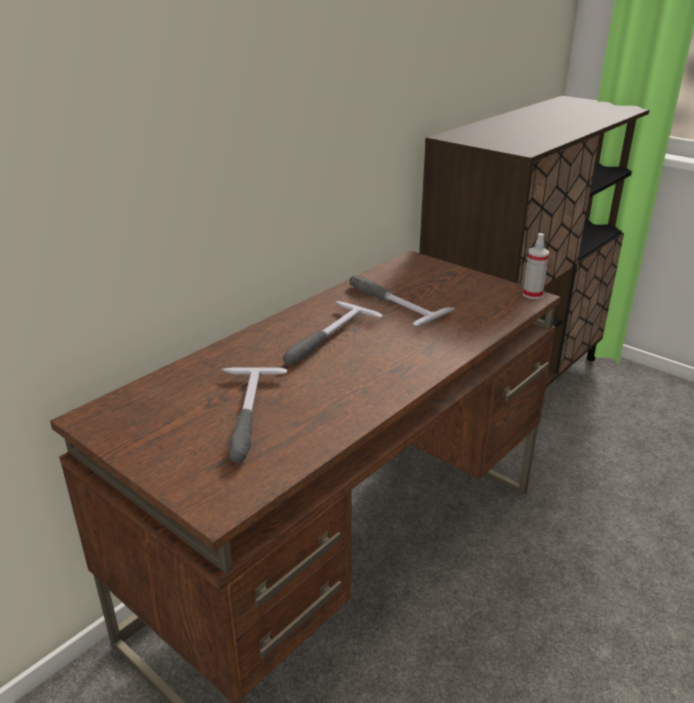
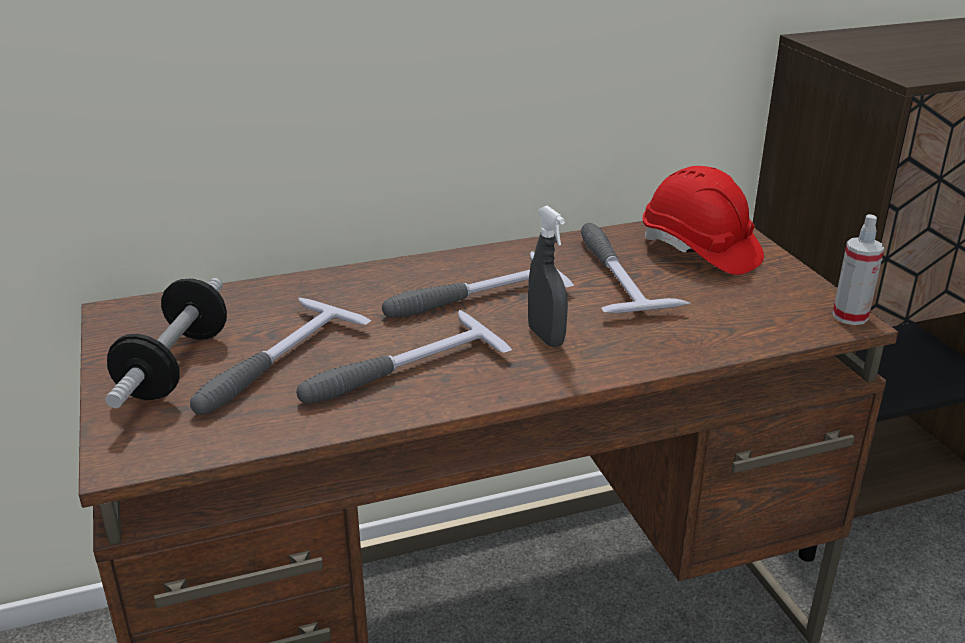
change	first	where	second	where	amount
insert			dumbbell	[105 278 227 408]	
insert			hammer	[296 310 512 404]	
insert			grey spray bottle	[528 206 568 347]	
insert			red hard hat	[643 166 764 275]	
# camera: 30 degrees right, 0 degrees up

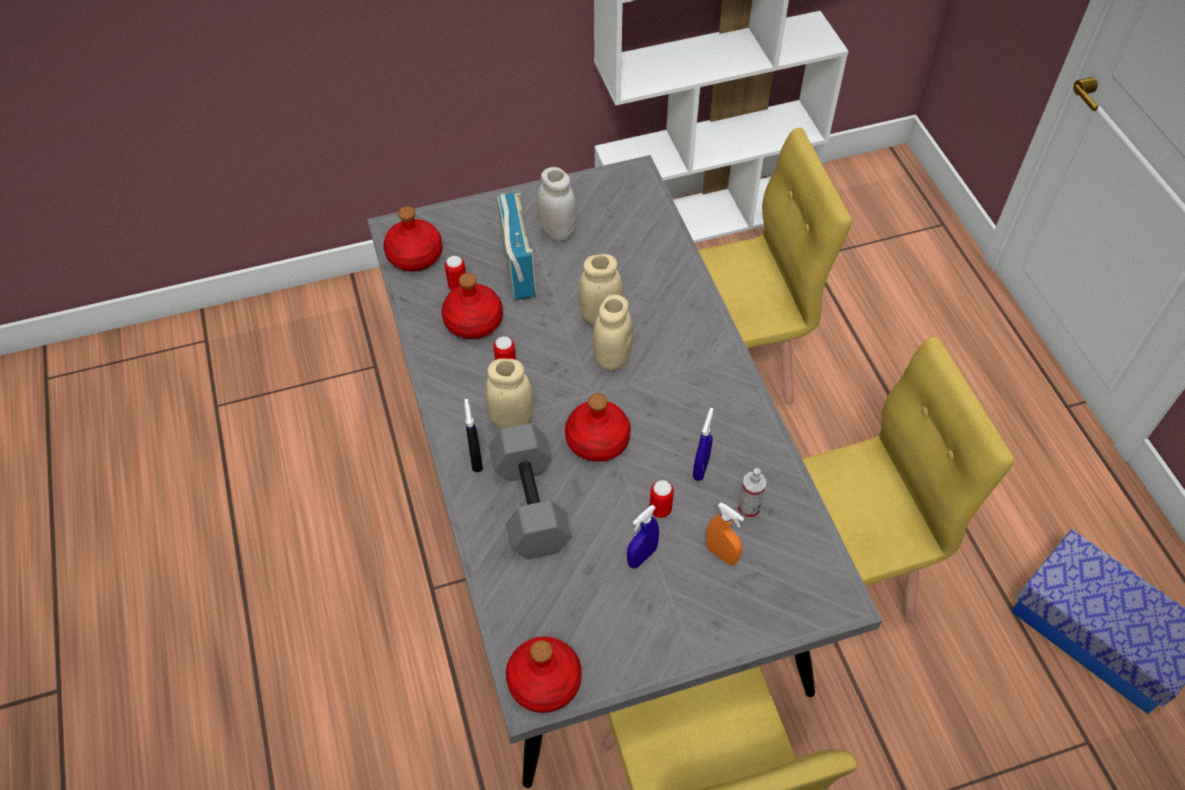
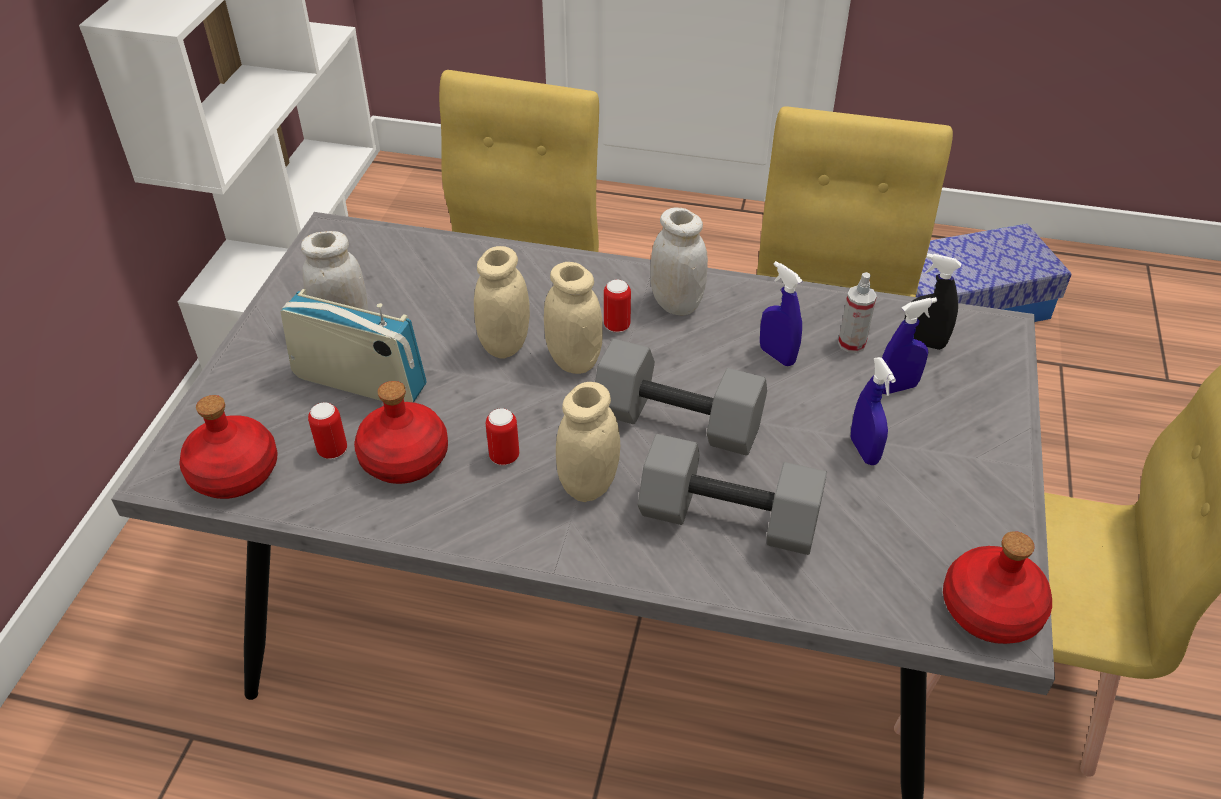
change	first	where	second	where	amount
insert			white jar	[650 207 708 316]	
move	black spray bottle	[464 399 483 472]		[904 253 962 350]	
move	can	[649 480 674 518]		[604 280 631 333]	
replace	red bottle	[565 393 631 462]	grey dumbbell	[595 339 767 456]	
recolor	orange spray bottle	[706 503 744 565]	blue spray bottle	[882 297 937 394]	
# camera: 60 degrees left, 10 degrees down

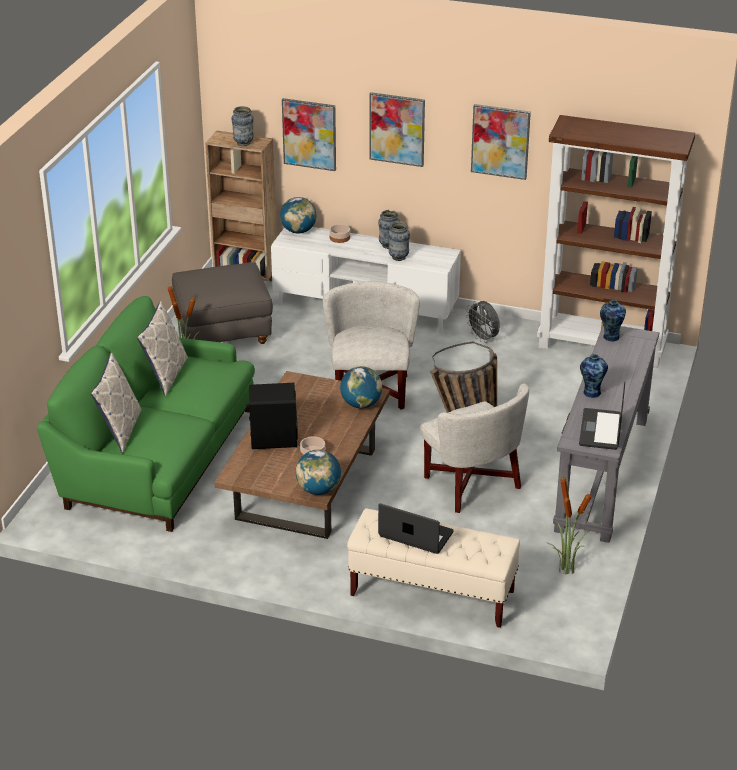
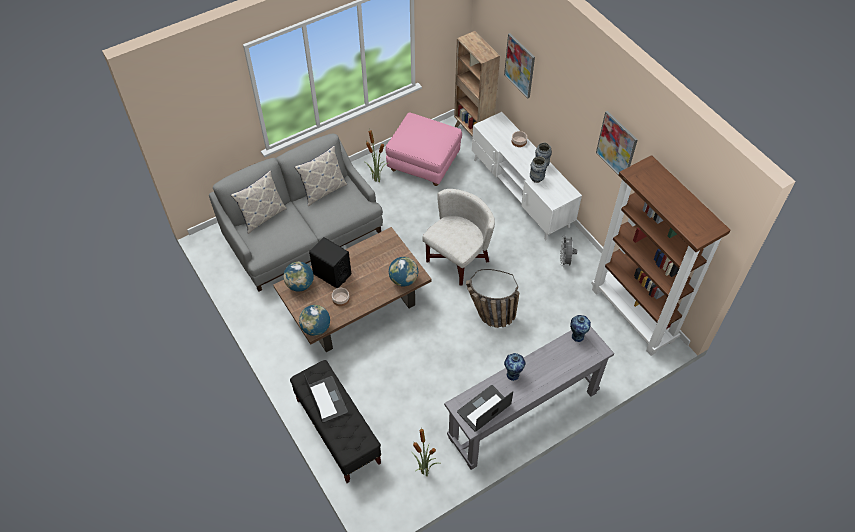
change	first	where	second	where	amount
delete	vase	[231 106 254 146]			
delete	picture	[370 92 425 167]			
delete	white armchair	[420 383 529 513]			
move	globe	[280 197 316 234]		[283 262 314 292]	
recolor	green sofa	[37 296 255 532]	grey sofa	[209 134 383 291]	
recolor	grey ottoman	[172 262 273 344]	pink ottoman	[385 112 462 186]	
recolor	beige bench	[347 508 520 628]	black bench	[290 360 381 483]	
# camera: 40 degrees right, 20 degrees up

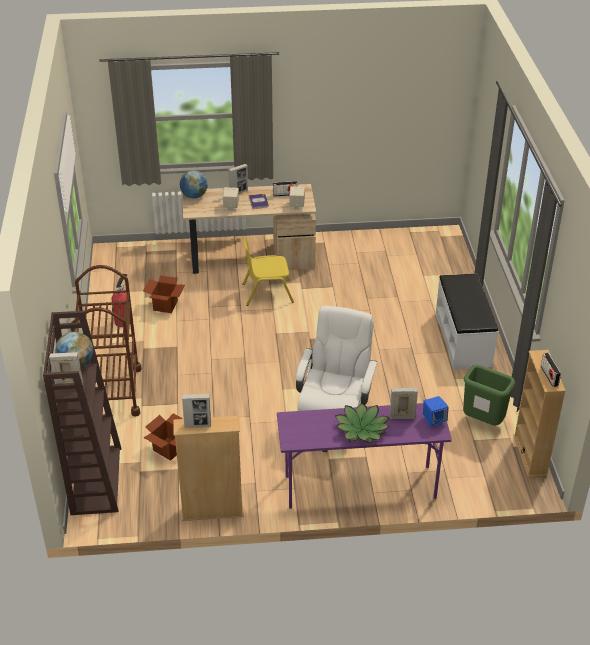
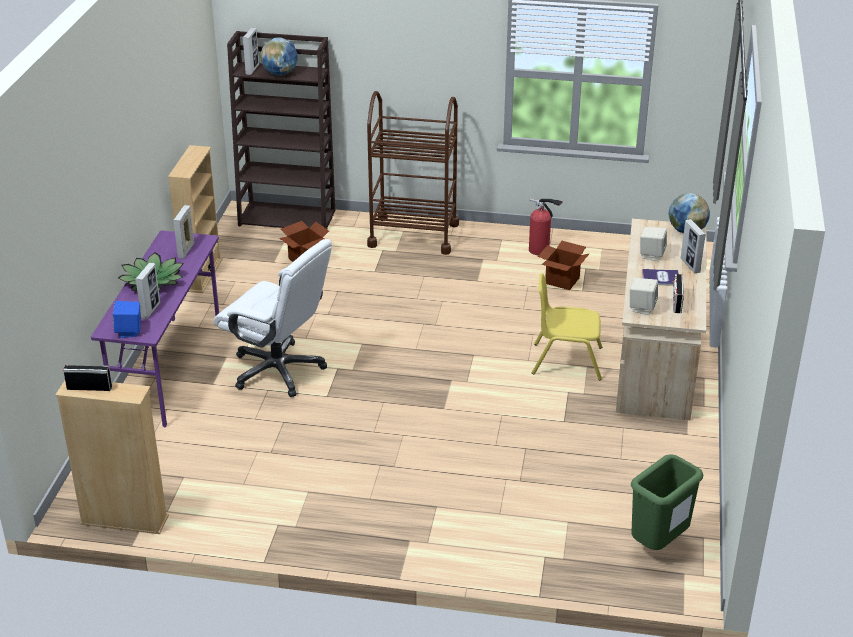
change	first	where	second	where	amount
delete	white bench	[436 273 498 370]			
move	picture frame	[182 394 211 428]		[174 205 194 259]	
move	green trash can	[463 365 515 425]		[631 454 703 550]	
rotate	yellow chair	[243 236 294 306]		[532 273 602 380]	90 degrees counterclockwise
# camera: 105 degrees right, 5 degrees down

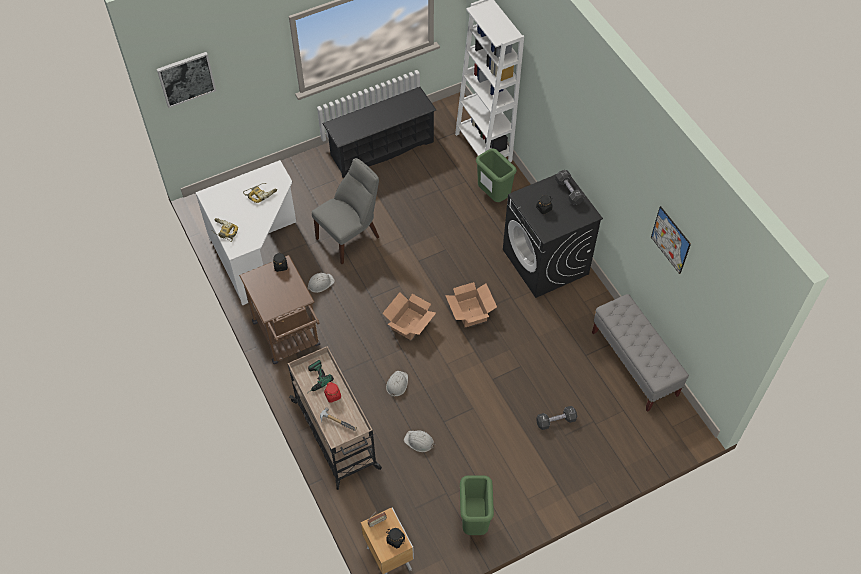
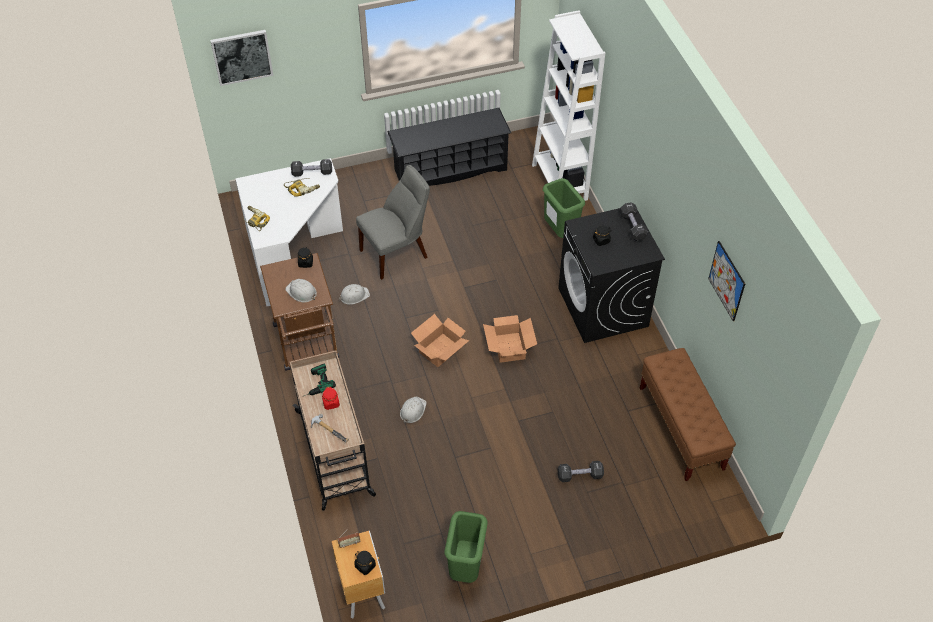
change	first	where	second	where	amount
insert			black dumbbell	[291 159 332 177]	
move	white hard hat	[404 430 435 452]		[285 279 317 302]	
recolor	grey bench	[592 294 689 412]	brown bench	[640 348 736 481]	
# camera: 10 degrees right, 5 degrees down

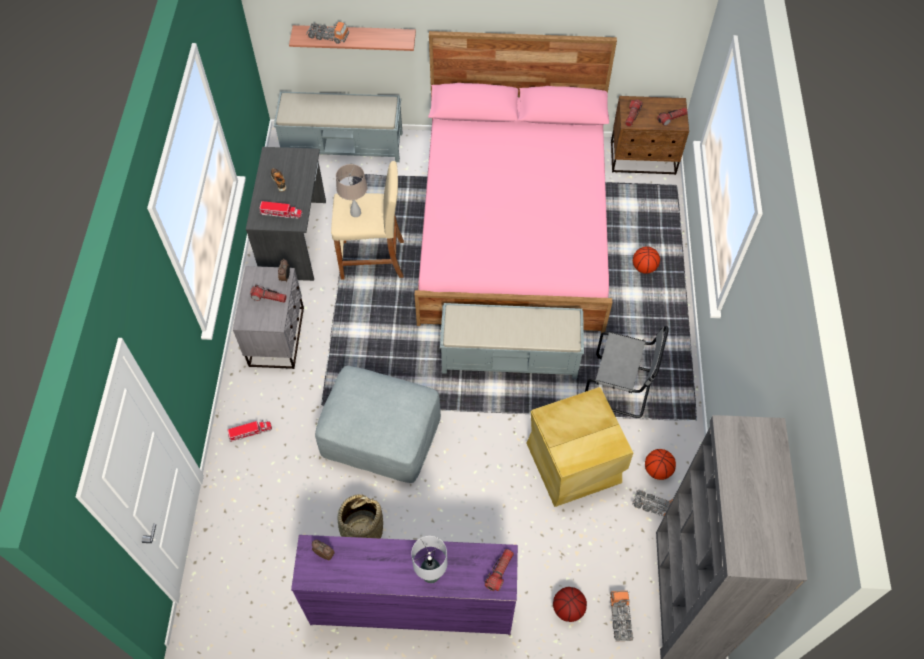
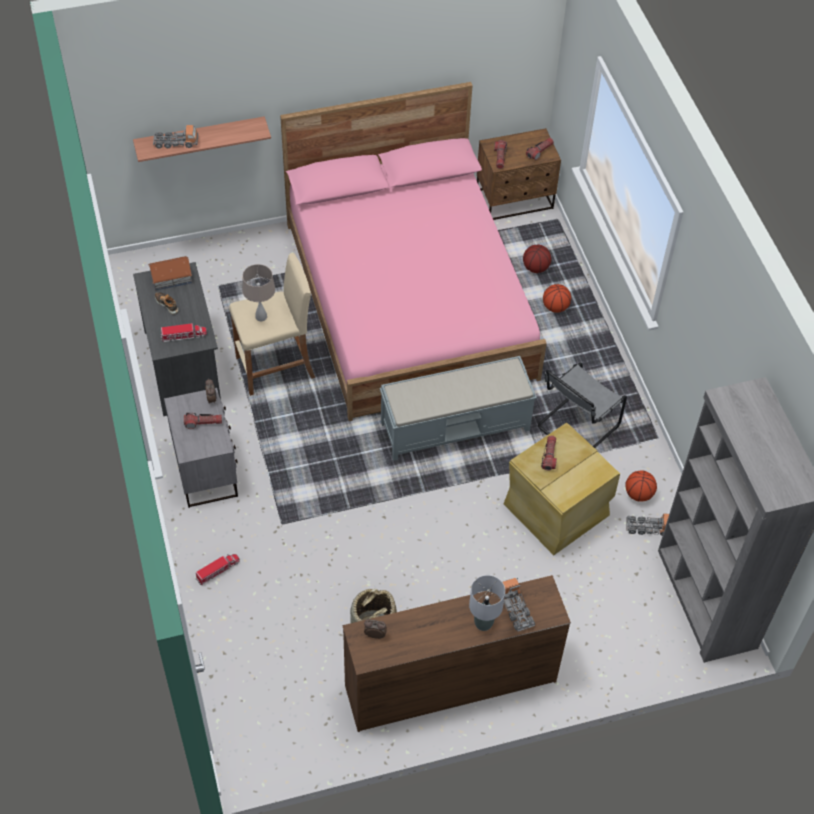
change	first	where	second	where	amount
delete	grey bench	[274 91 403 162]			
delete	grey ottoman	[315 365 441 483]			
insert			toy house	[148 256 192 291]	
move	flashlight	[485 549 514 591]		[541 436 557 471]	
move	basketball	[553 587 587 622]		[523 244 551 273]	
move	toy truck	[610 591 633 641]		[502 578 535 632]	
recolor	purple dresser	[291 535 518 635]	brown dresser	[343 575 571 732]	
rotate	grey chair	[585 326 669 418]		[538 363 627 448]	135 degrees clockwise
# camera: 20 degrees left, 5 degrees down

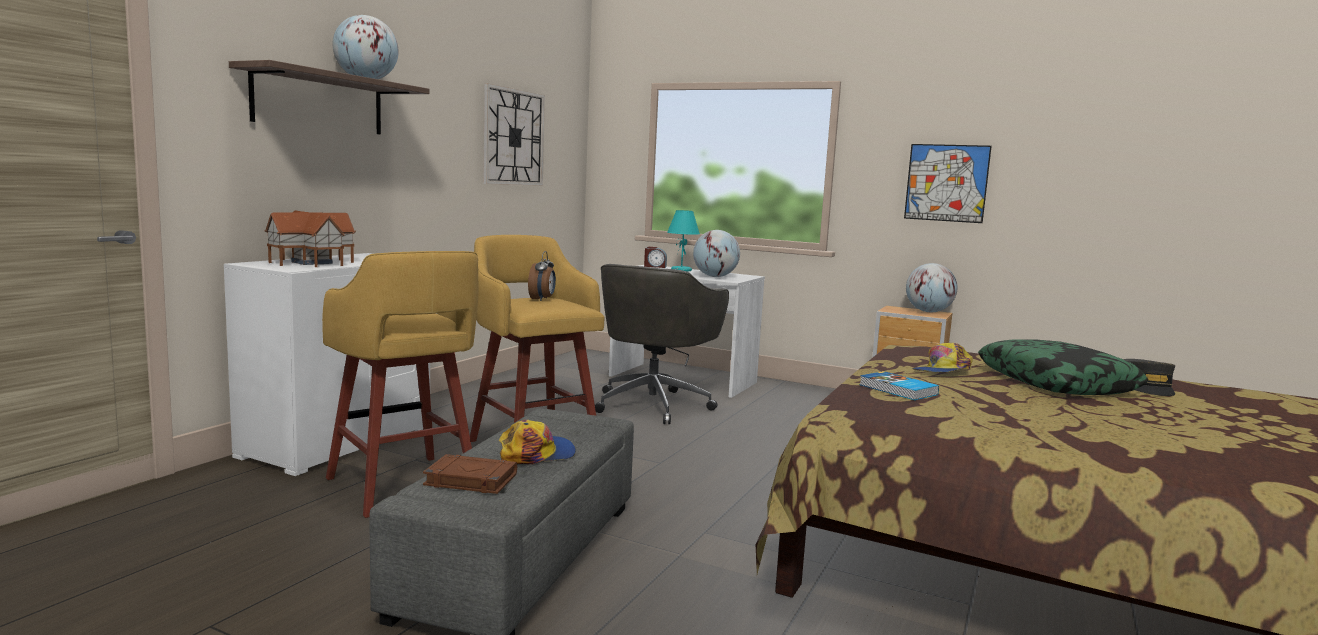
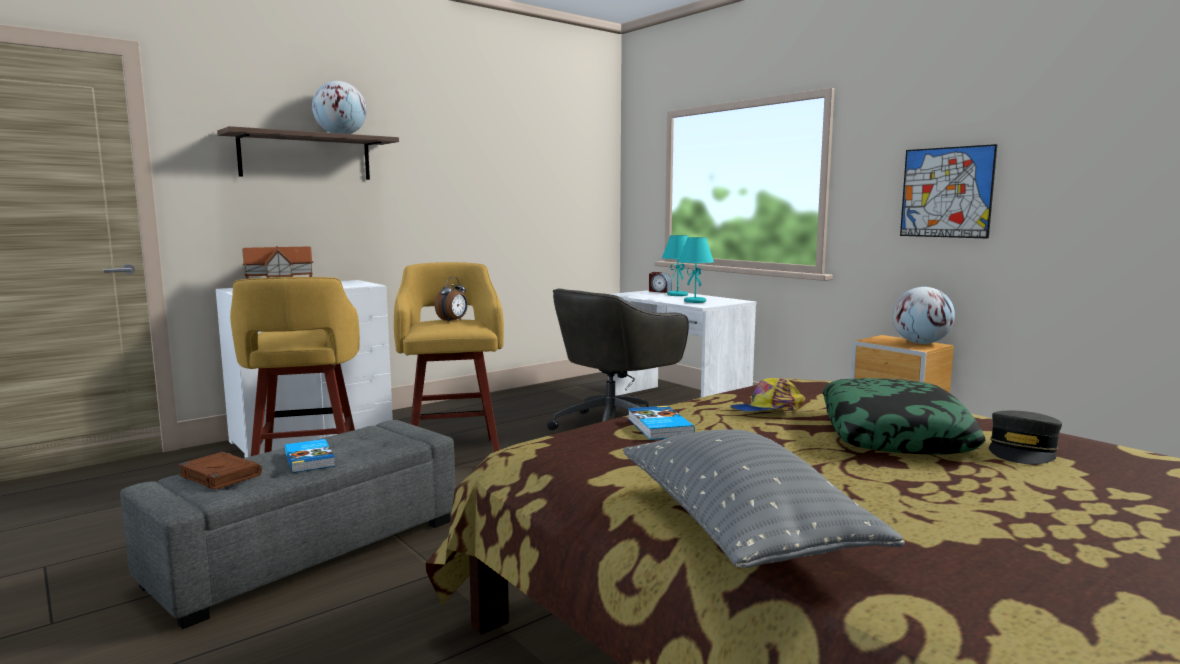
change	first	where	second	where	amount
delete	wall clock	[483 83 545 186]			
insert			grey pillow	[623 429 905 568]	
replace	cap	[498 419 576 464]	book	[285 439 335 473]	
replace	globe	[693 230 740 277]	turquoise table lamp	[678 237 714 303]	
# camera: 25 degrees right, 0 degrees up

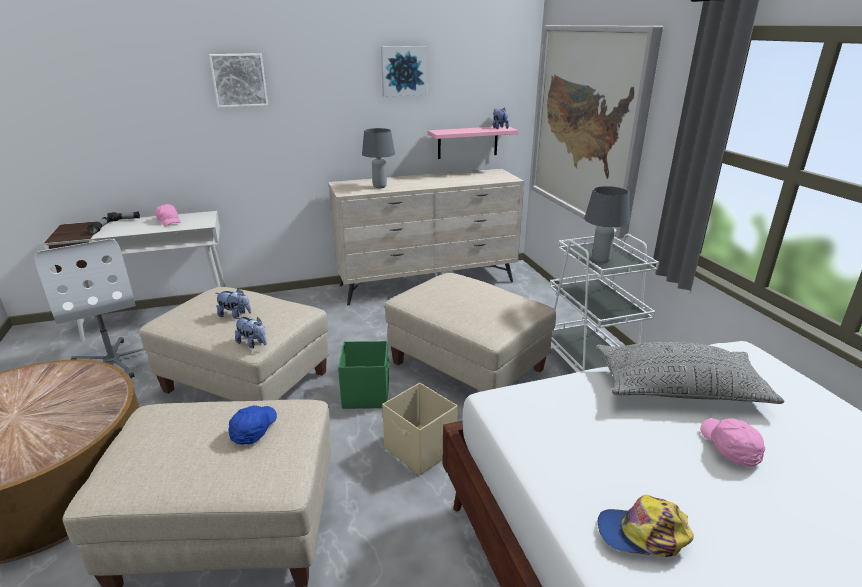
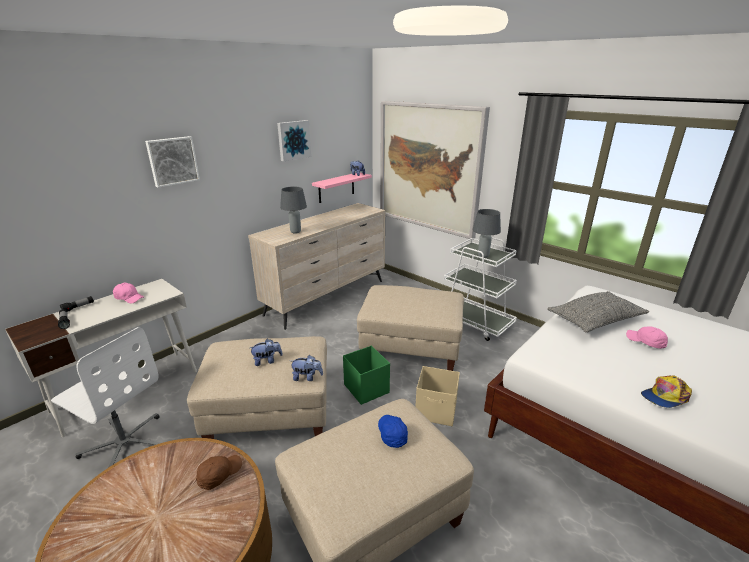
change	first	where	second	where	amount
insert			brown cap	[196 455 242 490]	
# camera: 30 degrees left, 0 degrees up

